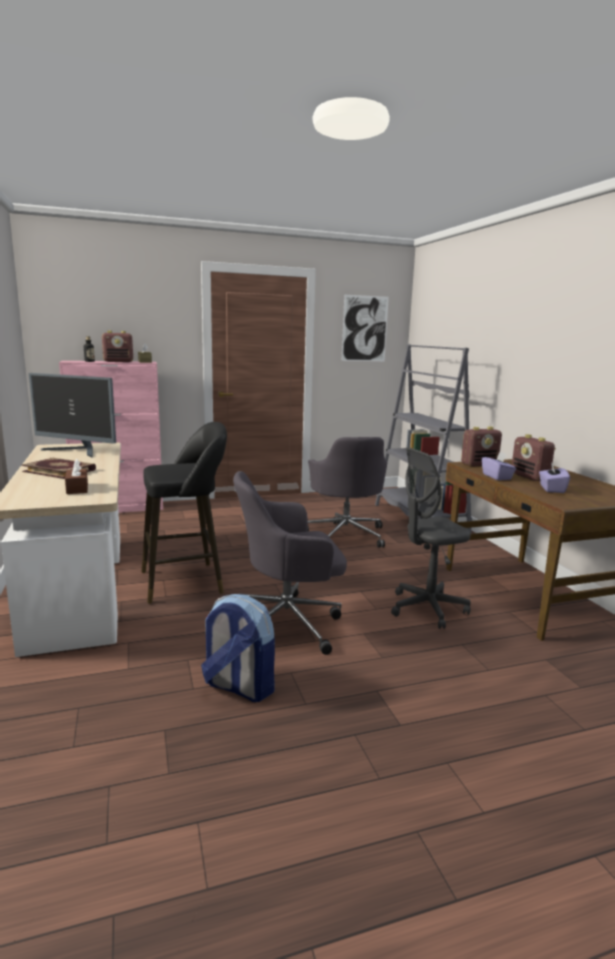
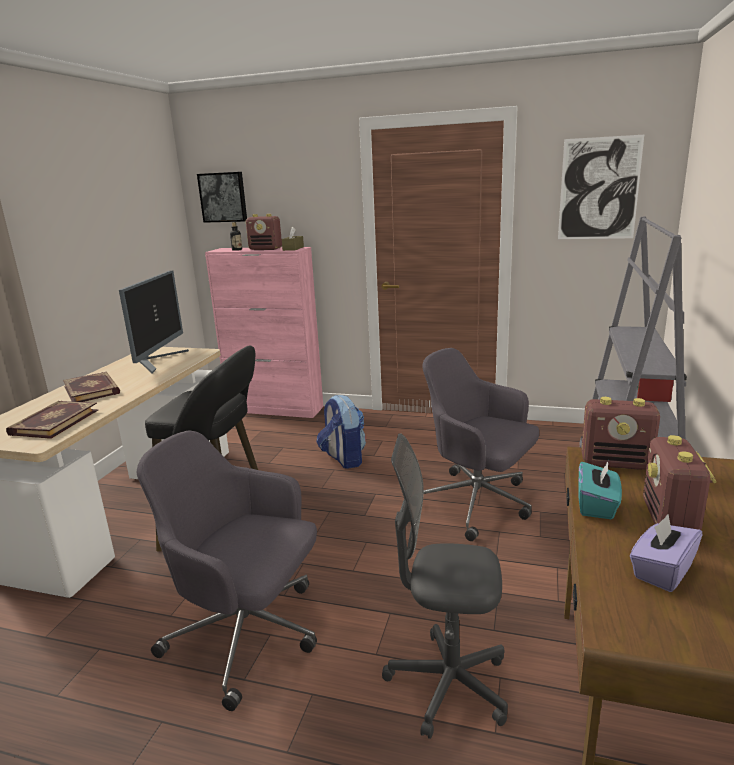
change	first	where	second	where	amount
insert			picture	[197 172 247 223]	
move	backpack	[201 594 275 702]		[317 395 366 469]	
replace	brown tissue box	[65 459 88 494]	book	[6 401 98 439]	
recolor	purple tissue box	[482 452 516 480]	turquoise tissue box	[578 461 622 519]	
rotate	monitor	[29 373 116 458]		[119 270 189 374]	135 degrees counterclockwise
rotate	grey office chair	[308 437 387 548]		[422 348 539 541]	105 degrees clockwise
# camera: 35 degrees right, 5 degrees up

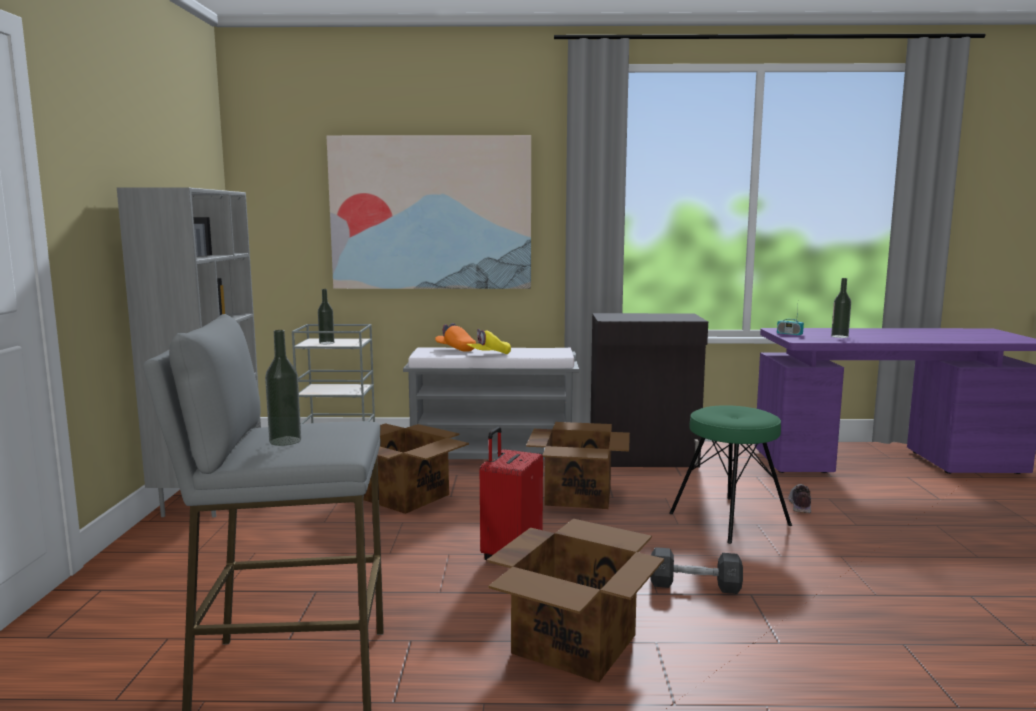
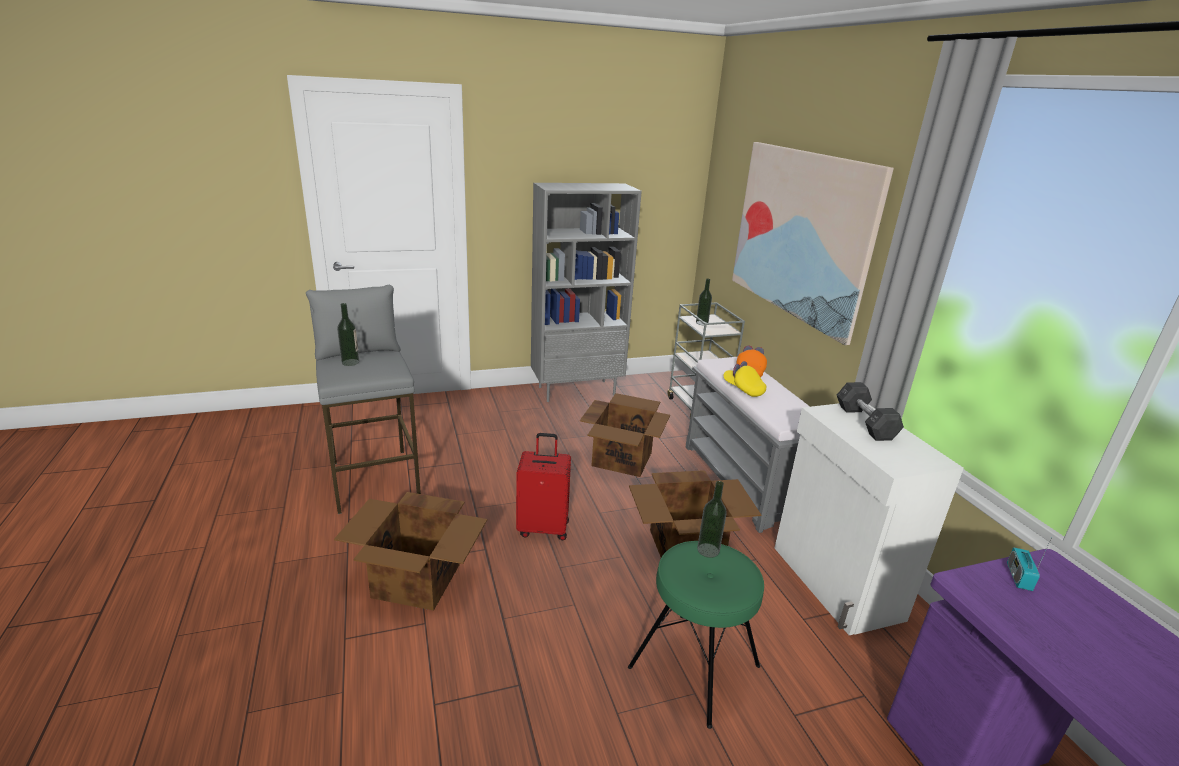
change	first	where	second	where	amount
delete	shoe	[788 484 811 513]			
move	grey dumbbell	[650 547 743 594]		[837 382 904 441]	
move	bottle	[831 278 851 338]		[697 481 727 558]	
recolor	black cabinet	[590 313 708 467]	white cabinet	[775 403 964 635]	
# camera: 70 degrees right, 15 degrees up

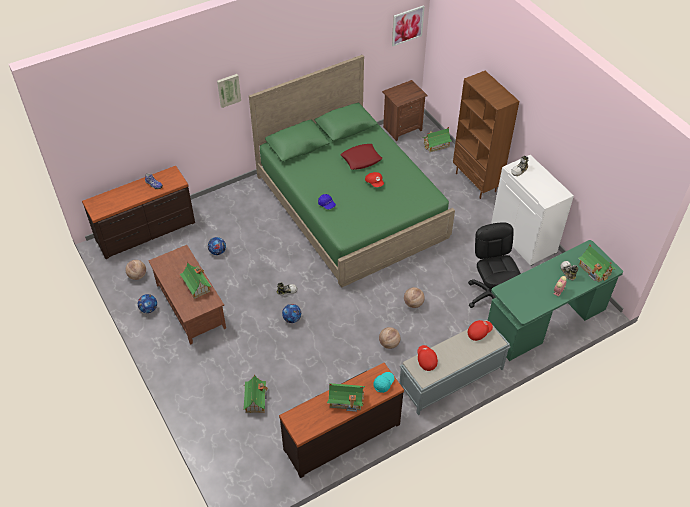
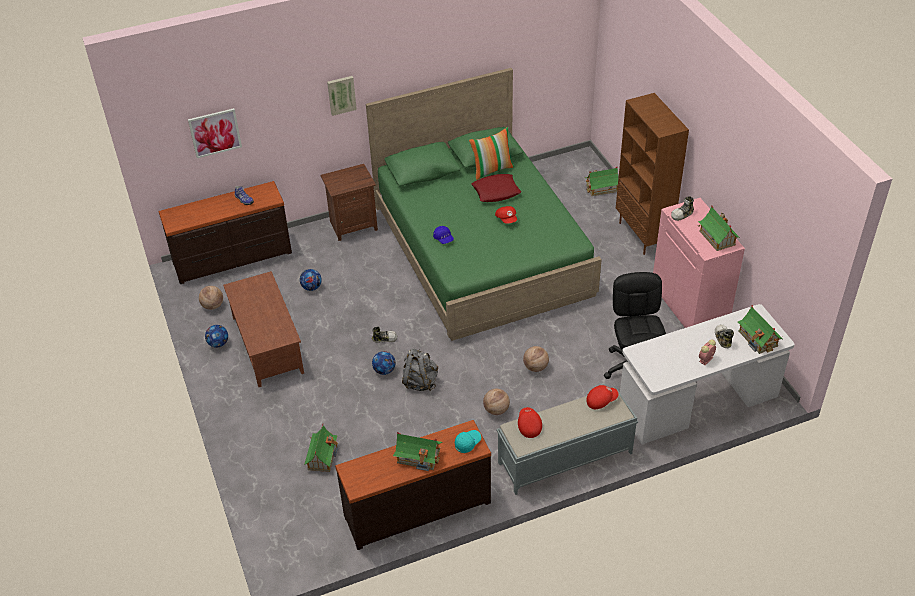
change	first	where	second	where	amount
insert			grey backpack	[402 348 438 391]	
insert			pillow	[469 127 514 180]	
move	toy house	[179 261 211 299]		[698 205 740 251]	
move	brown nightstand	[382 80 428 141]		[320 164 378 241]	
move	picture	[392 5 425 46]		[188 108 242 158]	
recolor	green desk	[487 240 623 361]	white desk	[620 304 795 445]	
recolor	white cabinet	[491 155 574 266]	pink cabinet	[653 198 745 328]	
# camera: 10 degrees right, 5 degrees down

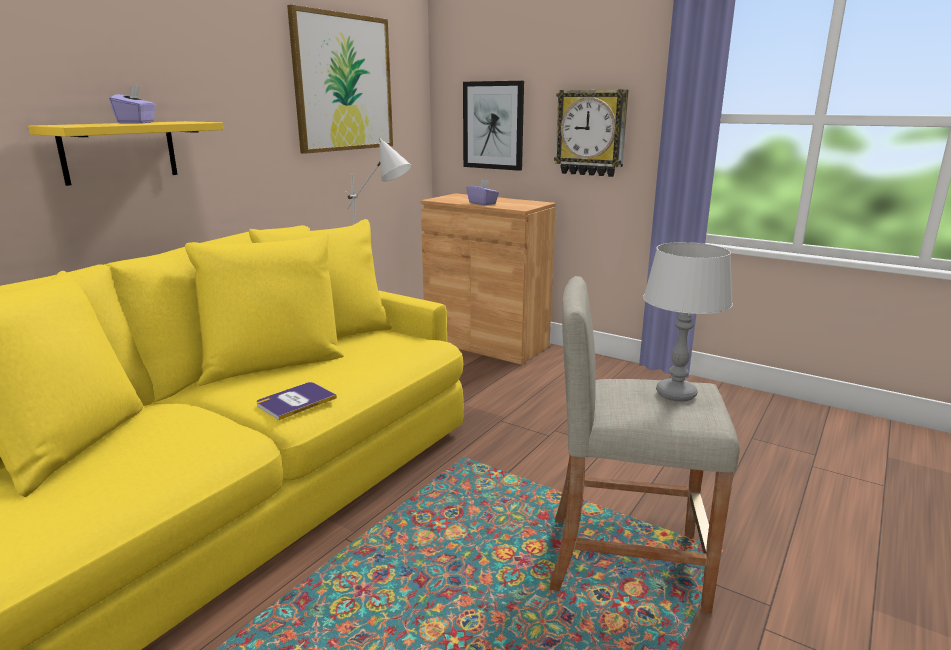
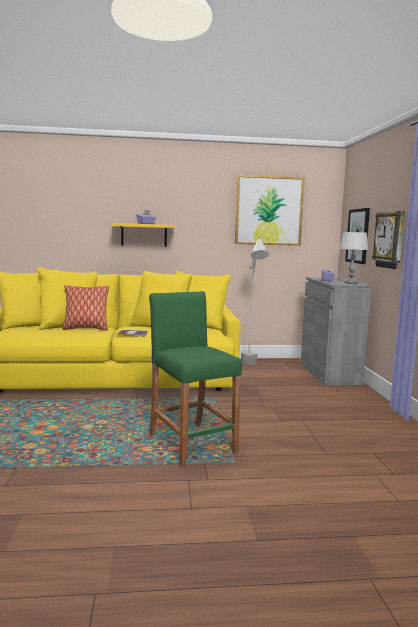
change	first	where	second	where	amount
insert			pillow	[62 285 109 330]	
move	grey table lamp	[643 242 733 402]		[339 232 368 284]	
recolor	brown cabinet	[421 193 556 365]	grey cabinet	[301 277 371 386]	
recolor	beige stool	[549 276 740 613]	green stool	[149 291 242 467]	
# camera: 50 degrees right, 10 degrees down

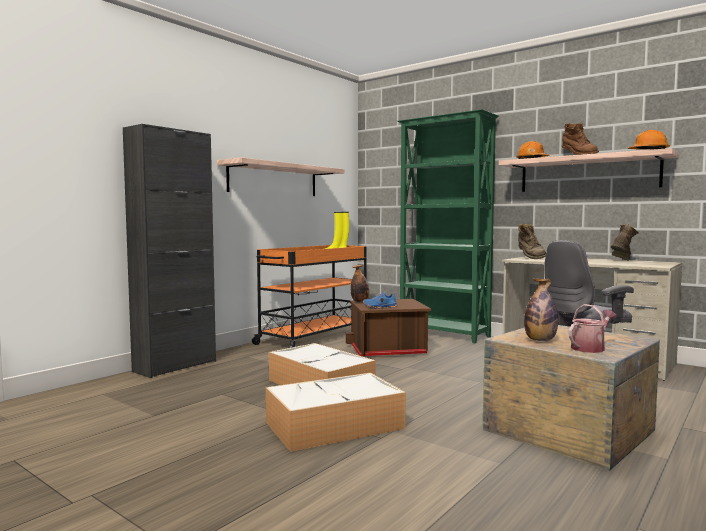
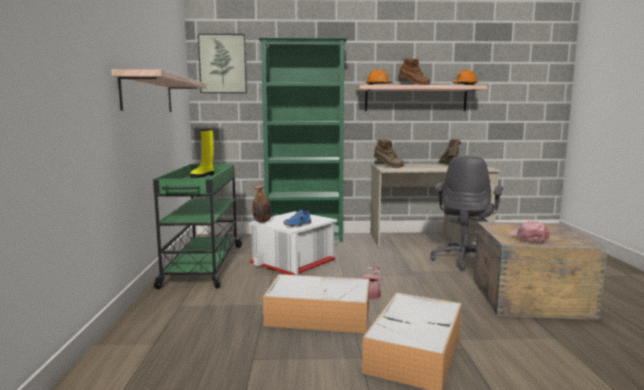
change	first	where	second	where	amount
delete	black cabinet	[123 124 216 378]			
insert			picture	[198 34 247 93]	
move	watering can	[569 304 617 353]		[360 266 382 299]	
replace	bottle	[524 279 558 341]	pink cap	[508 221 550 242]	
recolor	orange cart	[252 245 367 348]	green cart	[153 164 243 289]	
recolor	brown storage box	[345 299 432 356]	white storage box	[249 211 338 275]	
# camera: 40 degrees left, 5 degrees up

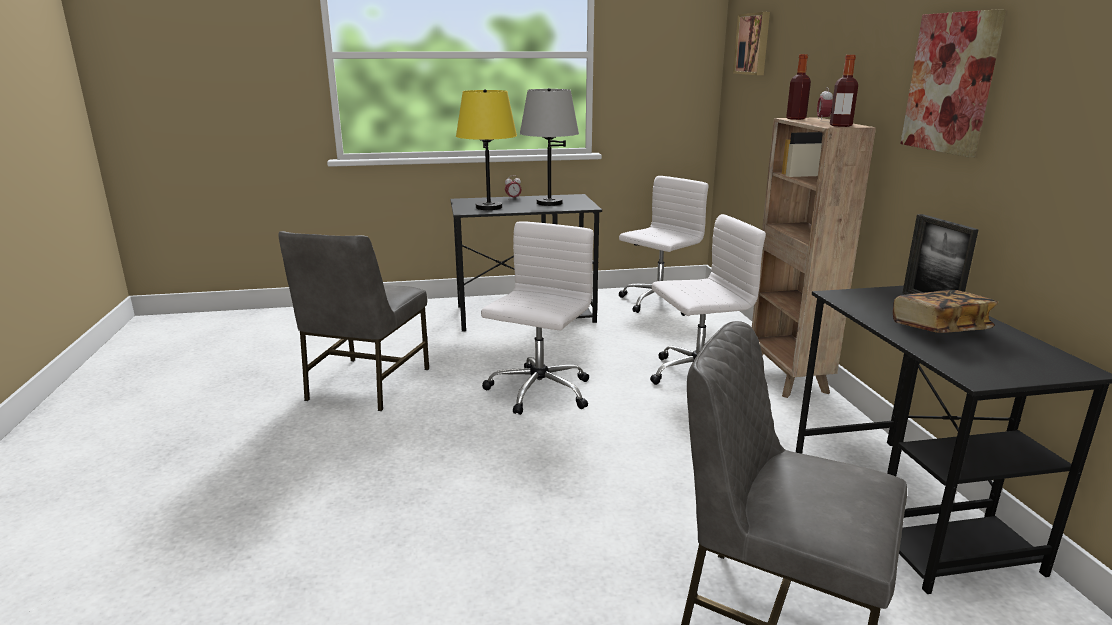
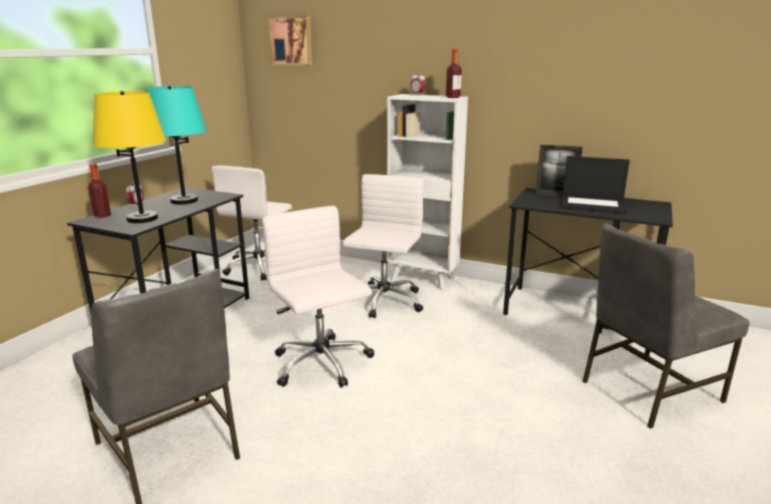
change	first	where	second	where	amount
delete	picture	[900 9 1006 158]			
move	bottle	[786 54 811 120]		[88 163 111 218]	
replace	book	[893 290 998 333]	laptop	[560 156 630 214]	
recolor	grey table lamp	[520 88 579 206]	turquoise table lamp	[145 86 207 205]	
recolor	brown bookcase	[752 117 876 398]	white bookcase	[387 94 468 290]	
rotate	white office chair	[618 176 708 316]		[212 165 292 281]	150 degrees counterclockwise
# camera: 55 degrees left, 0 degrees up

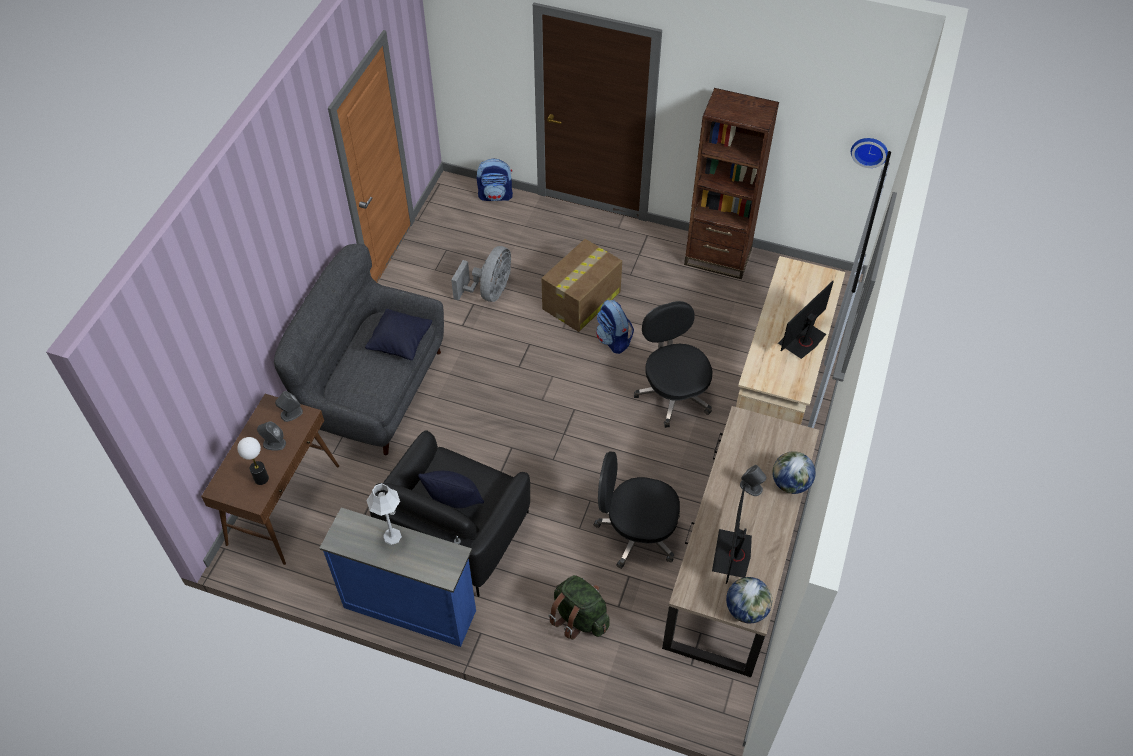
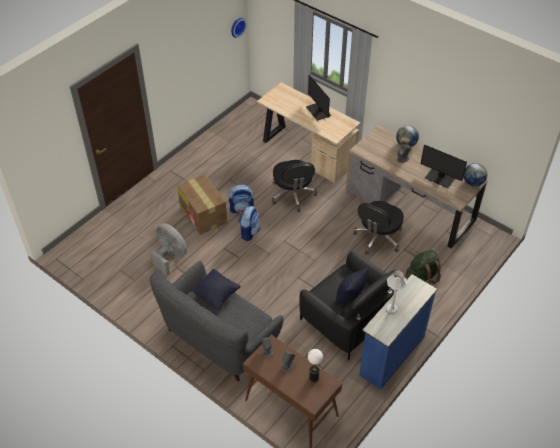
change	first	where	second	where	amount
delete	brown bookcase	[684 88 779 279]			
move	backpack	[477 159 513 201]		[238 206 261 241]	
rotate	black office chair	[634 301 712 428]		[272 160 317 212]	105 degrees counterclockwise
# camera: 70 degrees left, 5 degrees down

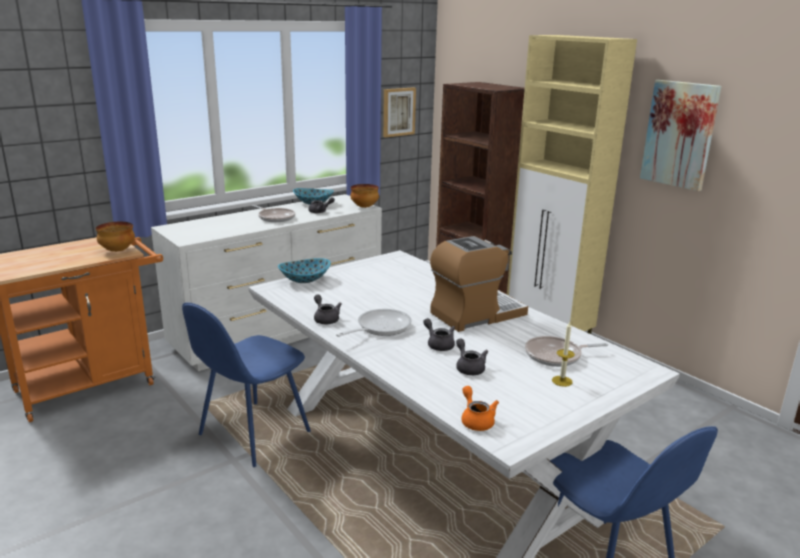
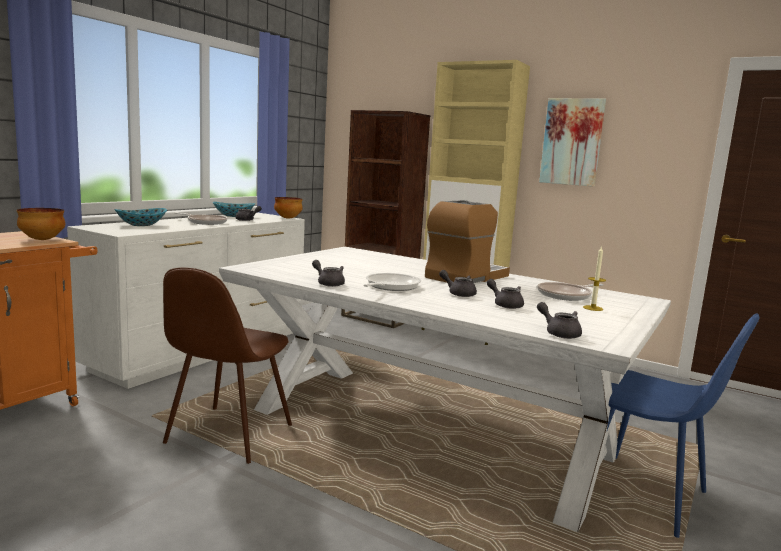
change	first	where	second	where	amount
delete	picture	[383 87 416 138]			
move	bowl	[278 258 331 283]		[114 208 167 226]	
recolor	blue chair	[182 302 311 467]	brown chair	[163 267 292 464]	
recolor	orange teapot	[462 386 499 431]	grey teapot	[537 302 582 339]	
# camera: 20 degrees left, 10 degrees down

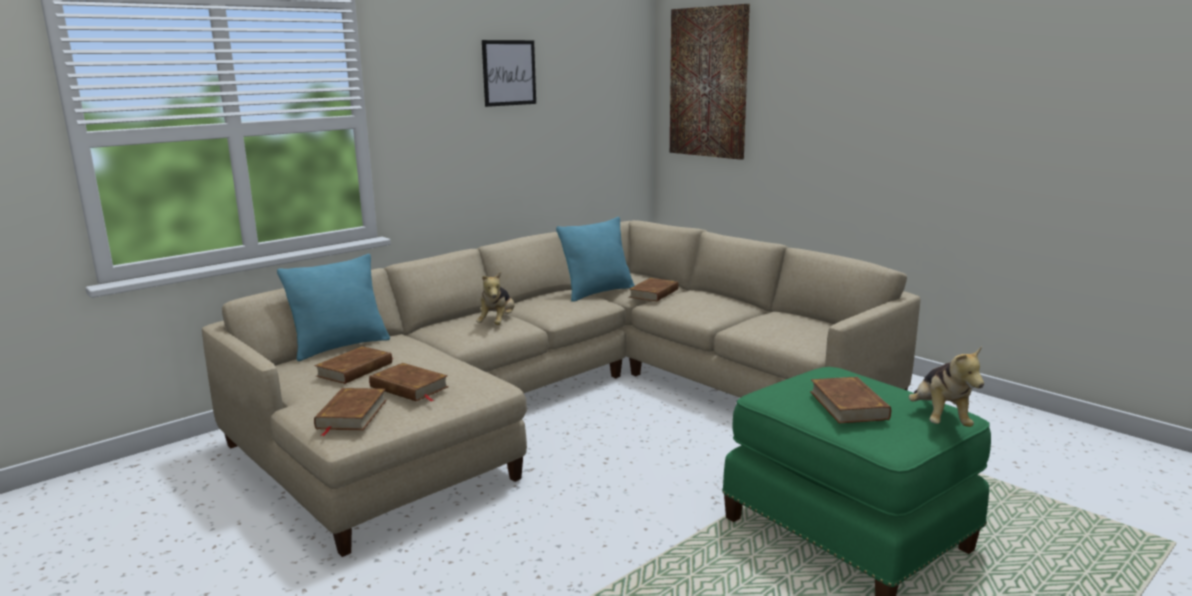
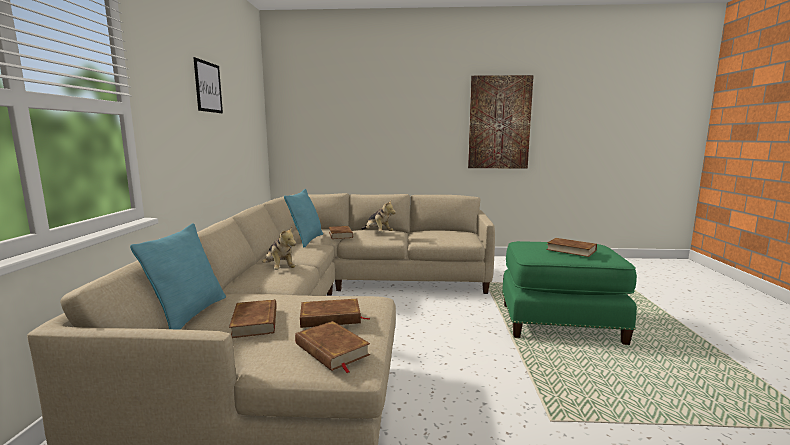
change	first	where	second	where	amount
move	picture	[670 4 750 160]		[468 75 534 168]	
move	plush toy	[909 346 984 427]		[362 201 396 232]	
# camera: 45 degrees left, 5 degrees down

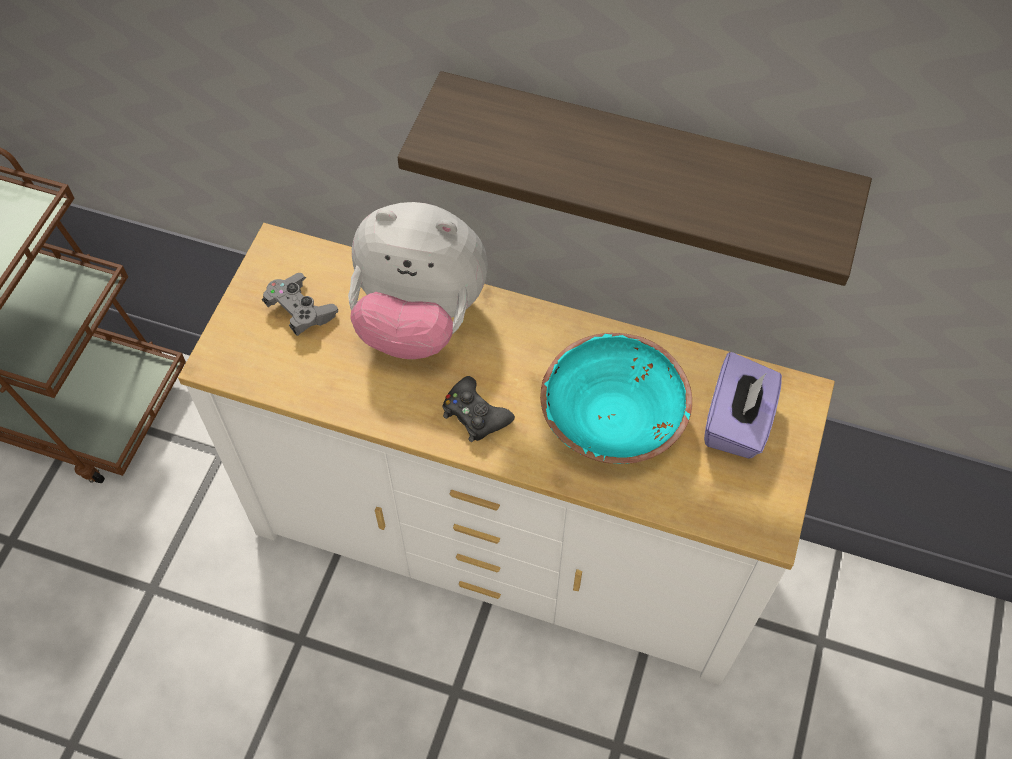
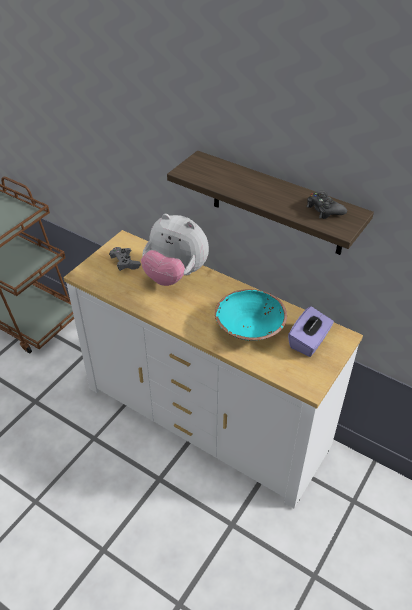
change	first	where	second	where	amount
move	black game controller	[443 376 515 442]		[306 190 347 219]	
# camera: 15 degrees right, 15 degrees down

